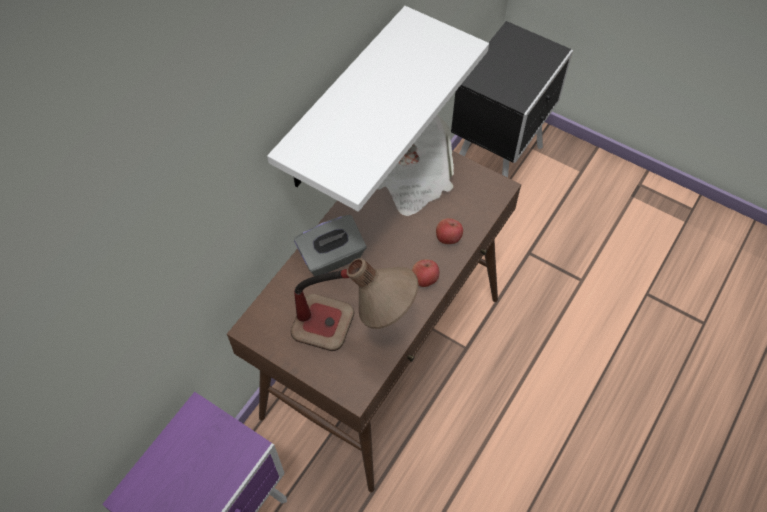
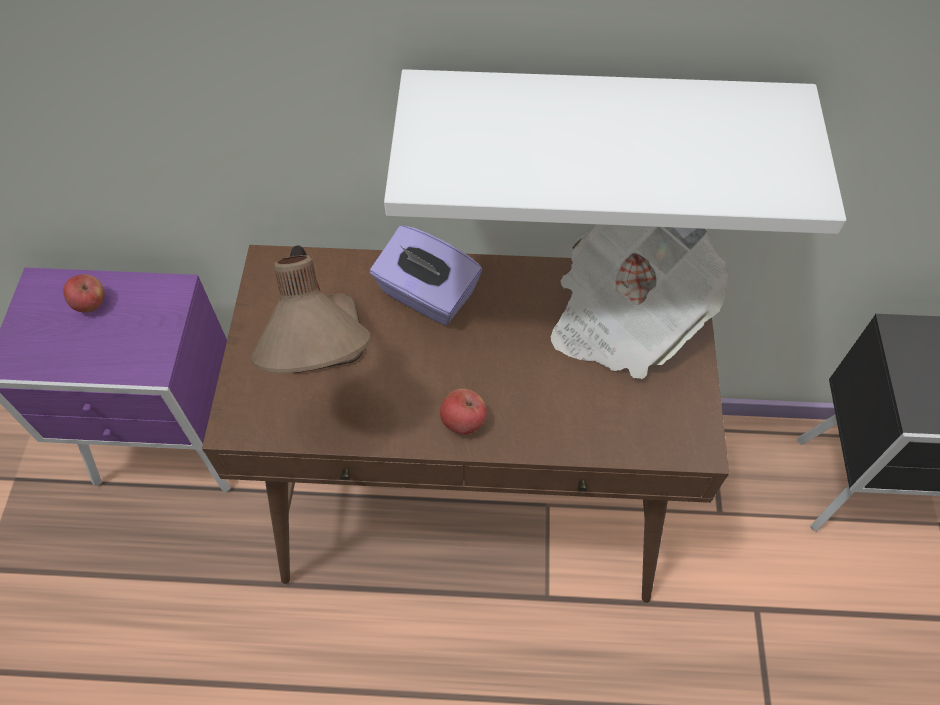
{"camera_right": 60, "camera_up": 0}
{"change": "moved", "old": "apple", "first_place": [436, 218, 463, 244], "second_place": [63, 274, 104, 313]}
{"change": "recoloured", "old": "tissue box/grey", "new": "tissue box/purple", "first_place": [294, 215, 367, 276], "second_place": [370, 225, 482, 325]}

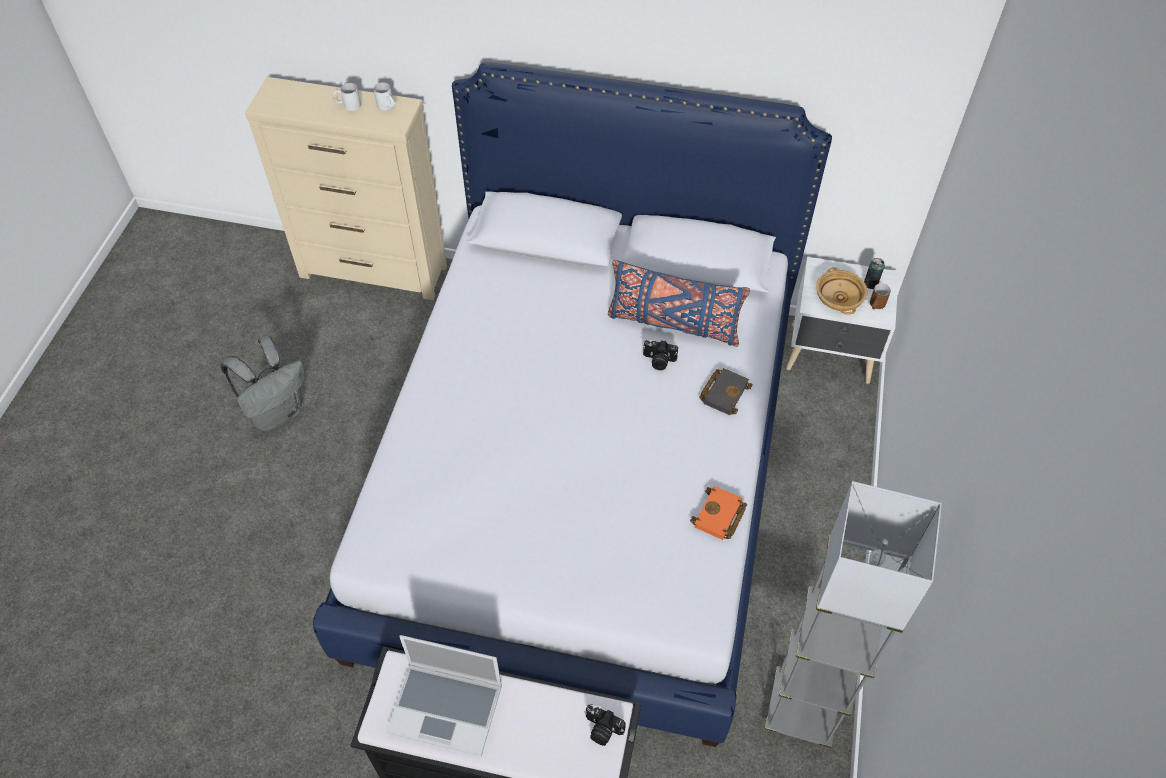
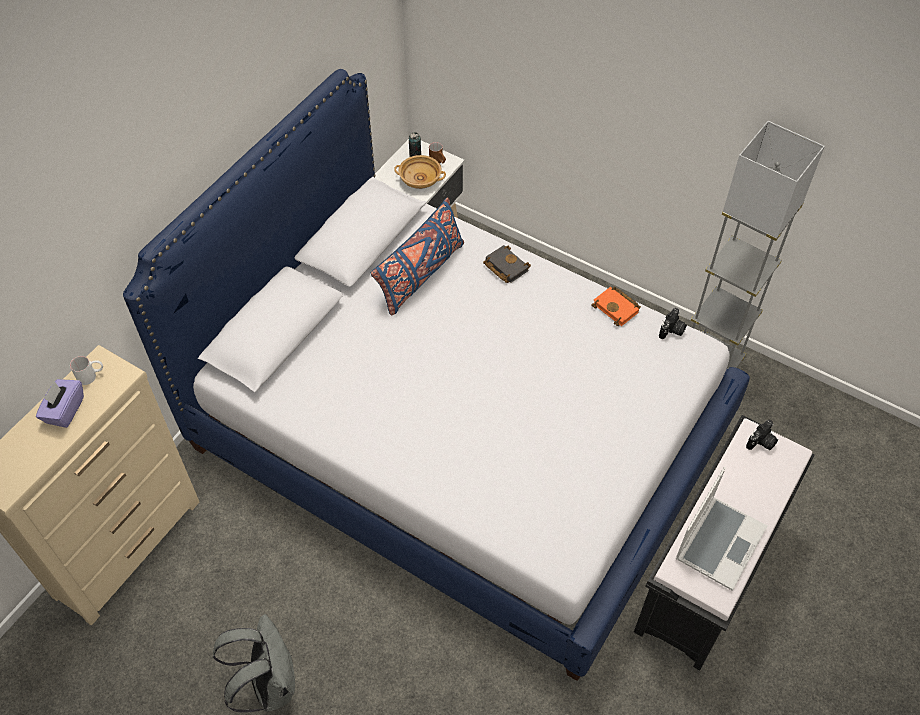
{"camera_right": -70, "camera_up": 0}
{"change": "replaced", "old": "mug/white", "new": "tissue box/purple", "first_place": [333, 83, 361, 111], "second_place": [36, 379, 84, 428]}
{"change": "moved", "old": "photo camera", "first_place": [643, 340, 678, 370], "second_place": [659, 308, 687, 339]}

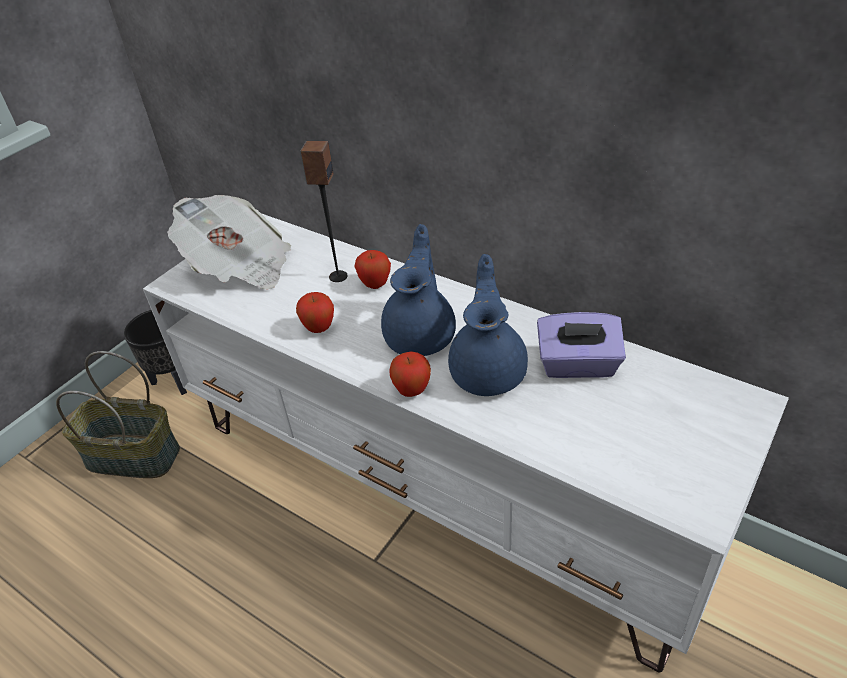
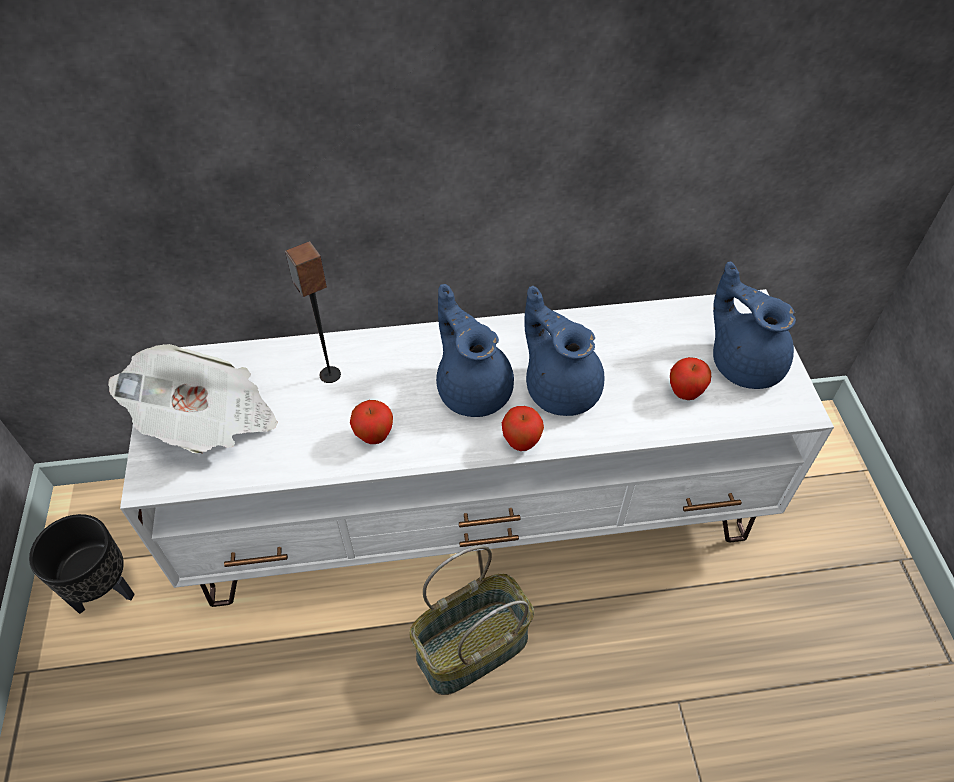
{"camera_right": -45, "camera_up": 10}
{"change": "moved", "old": "basket", "first_place": [56, 351, 180, 478], "second_place": [409, 546, 534, 695]}
{"change": "moved", "old": "apple", "first_place": [354, 250, 391, 289], "second_place": [670, 357, 711, 400]}
{"change": "added", "new": "teapot/blue", "second_place": [713, 261, 796, 389]}
{"change": "removed", "old": "tissue box/purple", "first_place": [537, 312, 626, 378]}

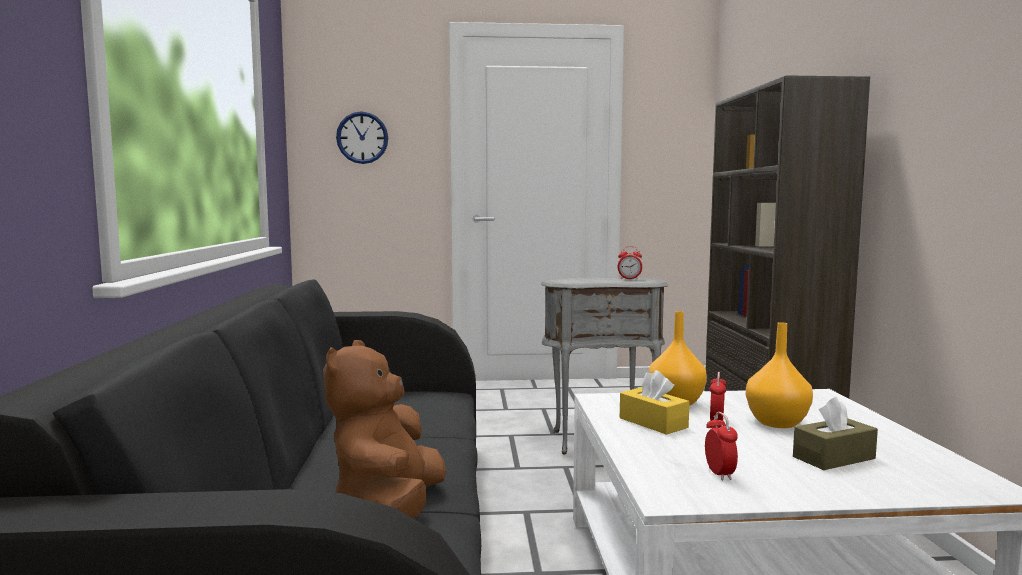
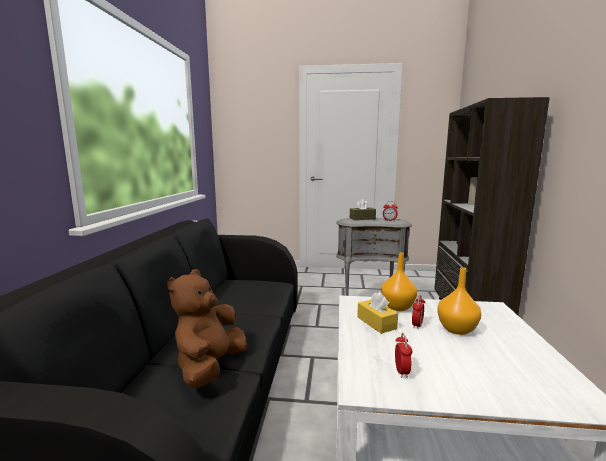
{"camera_right": 10, "camera_up": 5}
{"change": "moved", "old": "tissue box/brown", "first_place": [793, 397, 878, 470], "second_place": [350, 199, 376, 220]}
{"change": "removed", "old": "wall clock", "first_place": [336, 111, 388, 164]}

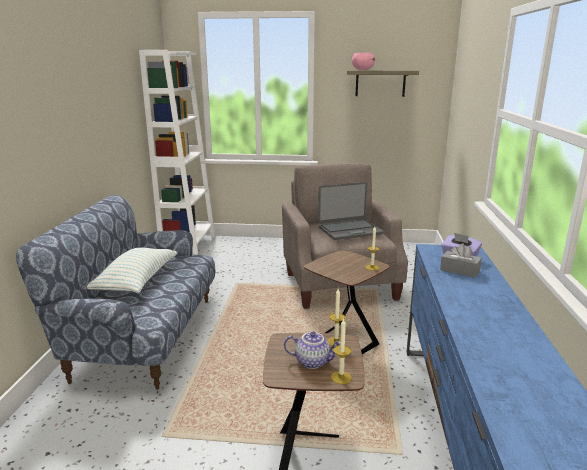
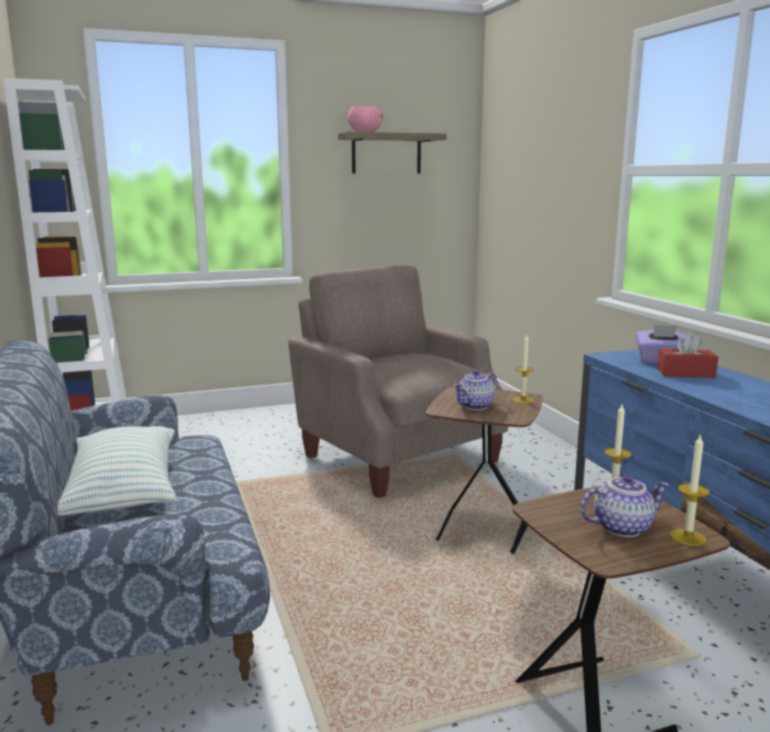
{"camera_right": -25, "camera_up": -5}
{"change": "added", "new": "teapot", "second_place": [454, 370, 498, 410]}
{"change": "recoloured", "old": "tissue box/grey", "new": "tissue box/red", "first_place": [440, 243, 482, 278], "second_place": [657, 332, 718, 378]}
{"change": "removed", "old": "laptop", "first_place": [318, 182, 384, 240]}

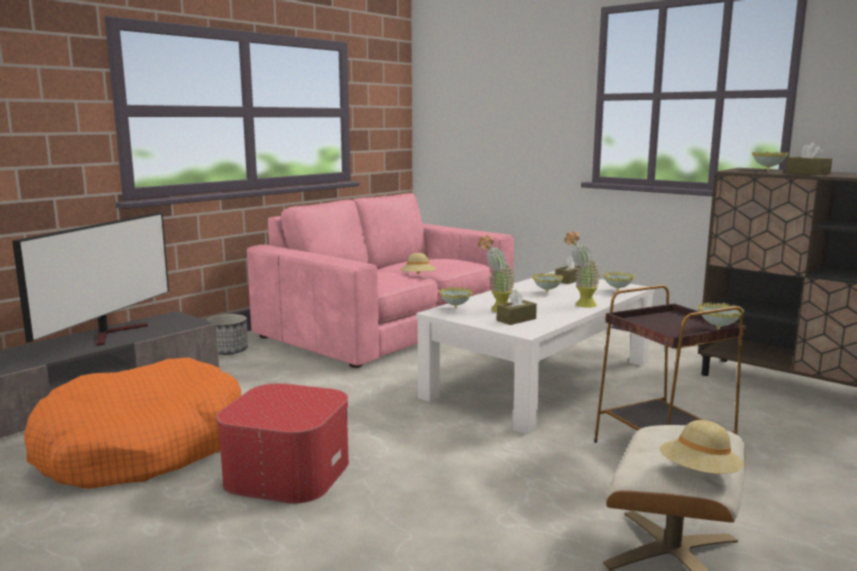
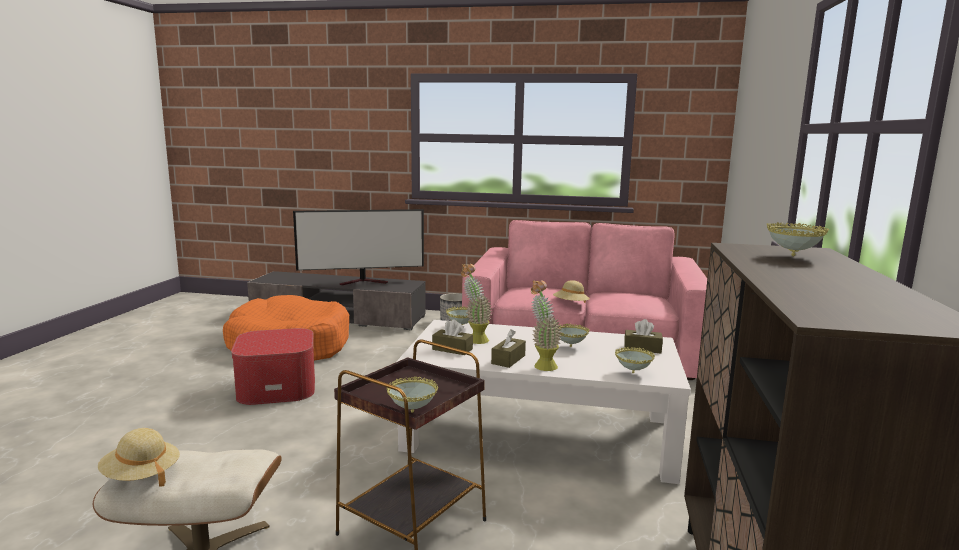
{"camera_right": 60, "camera_up": 0}
{"change": "moved", "old": "tissue box/brown", "first_place": [786, 142, 832, 175], "second_place": [491, 329, 526, 368]}

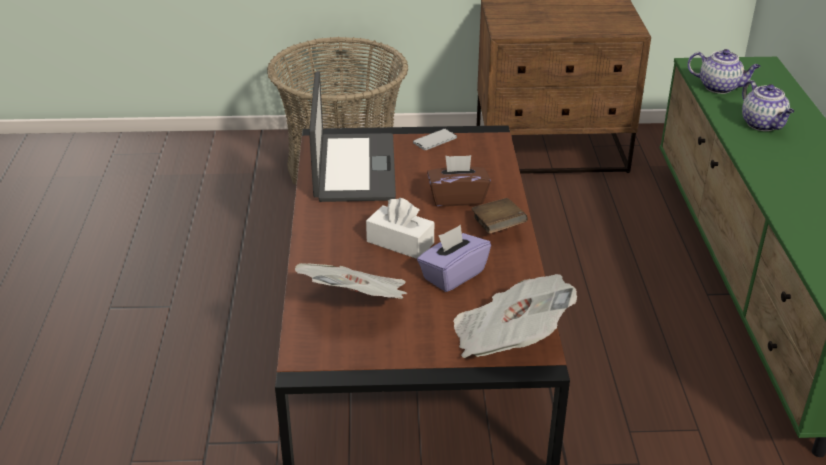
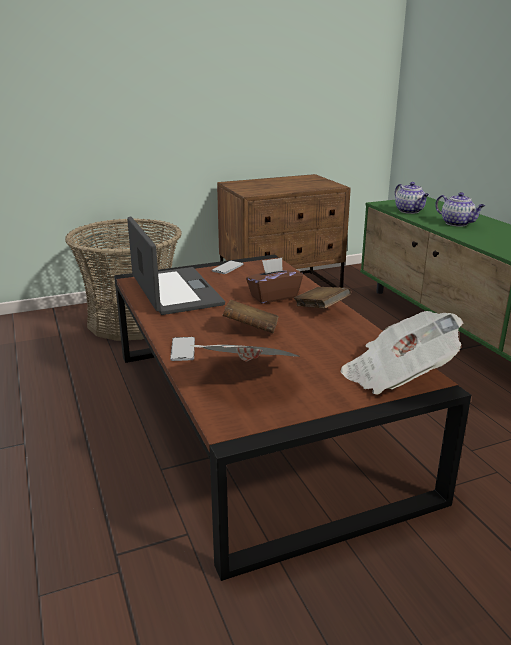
{"camera_right": -20, "camera_up": -10}
{"change": "added", "new": "phone", "second_place": [170, 337, 195, 361]}
{"change": "replaced", "old": "tissue box/white", "new": "book/brown", "first_place": [366, 198, 434, 259], "second_place": [223, 300, 279, 333]}
{"change": "turned", "old": "teapot", "first_place": [687, 49, 761, 94], "second_place": [395, 182, 429, 214], "degrees": 60}
{"change": "removed", "old": "tissue box/purple", "first_place": [417, 225, 491, 292]}

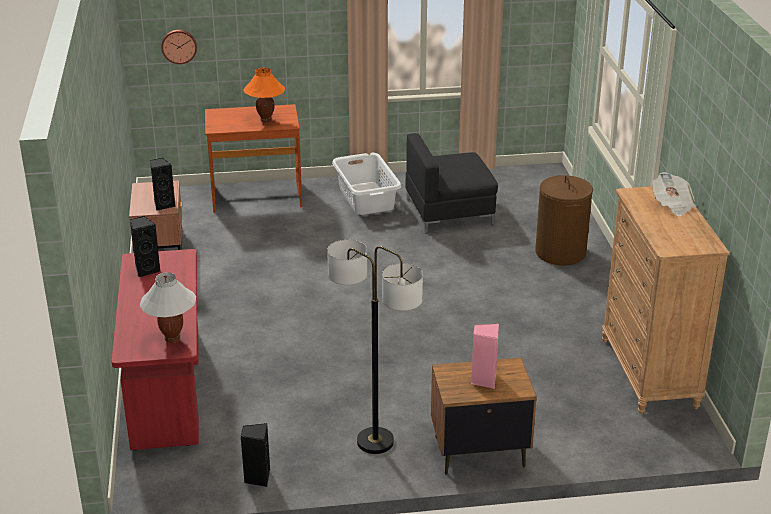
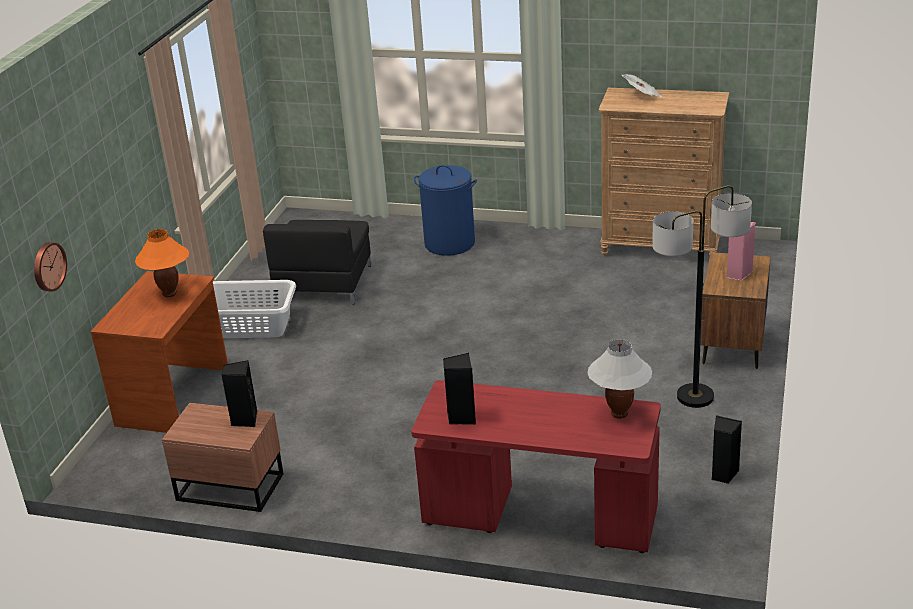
{"camera_right": -65, "camera_up": 0}
{"change": "recoloured", "old": "laundry basket/brown", "new": "laundry basket/blue", "first_place": [535, 175, 593, 265], "second_place": [414, 165, 477, 256]}

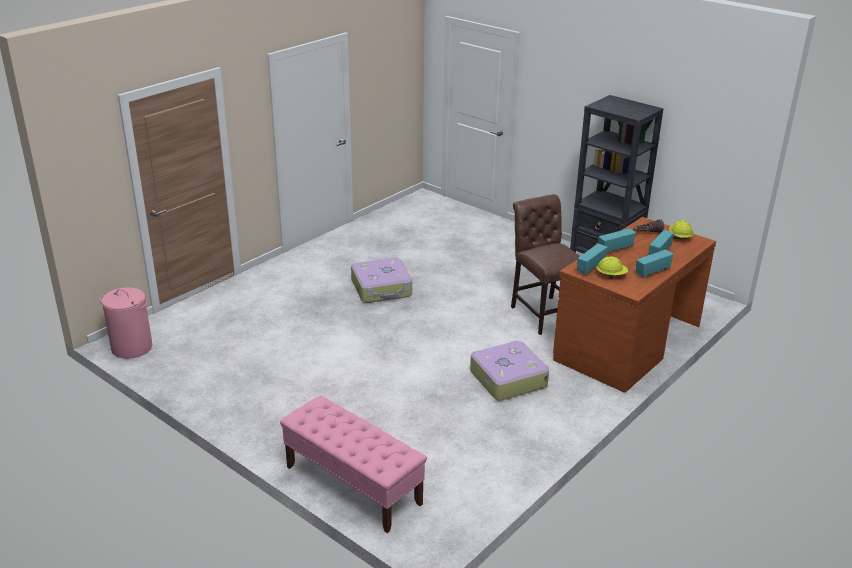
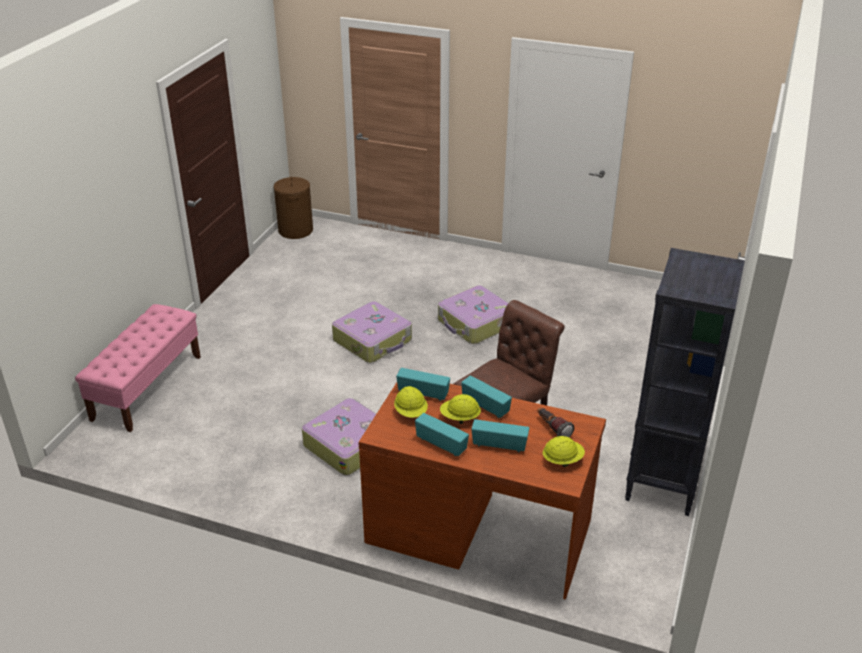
{"camera_right": 70, "camera_up": 5}
{"change": "recoloured", "old": "laundry basket/pink", "new": "laundry basket/brown", "first_place": [100, 287, 152, 359], "second_place": [273, 177, 313, 239]}
{"change": "added", "new": "suitcase", "second_place": [332, 301, 412, 363]}
{"change": "added", "new": "hard hat/yellow", "second_place": [440, 394, 481, 424]}

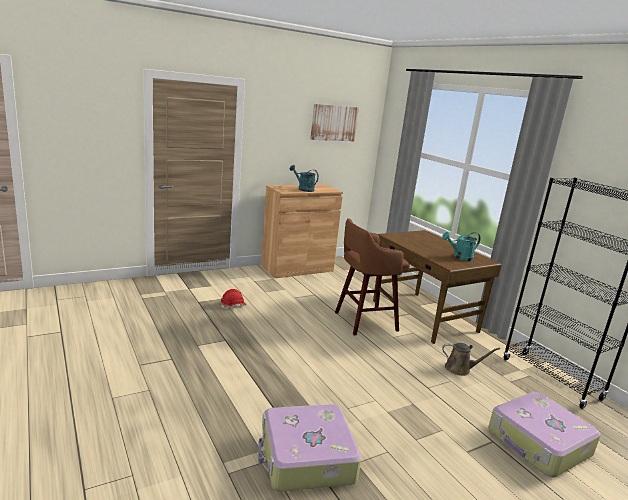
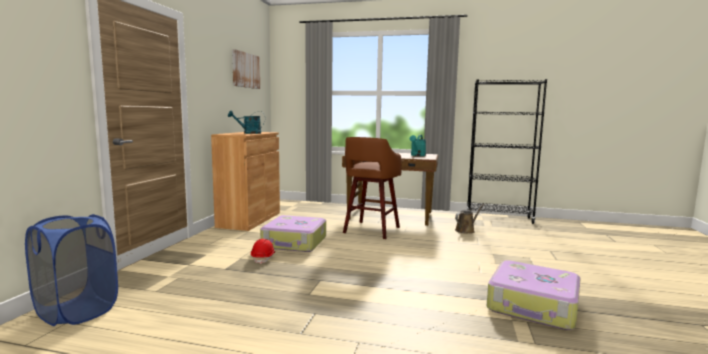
{"camera_right": -45, "camera_up": -10}
{"change": "added", "new": "laundry basket/blue", "second_place": [25, 214, 118, 326]}
{"change": "moved", "old": "suitcase", "first_place": [488, 392, 601, 478], "second_place": [260, 215, 326, 252]}

